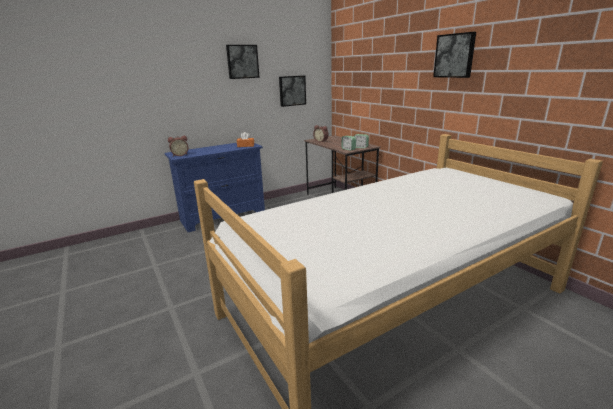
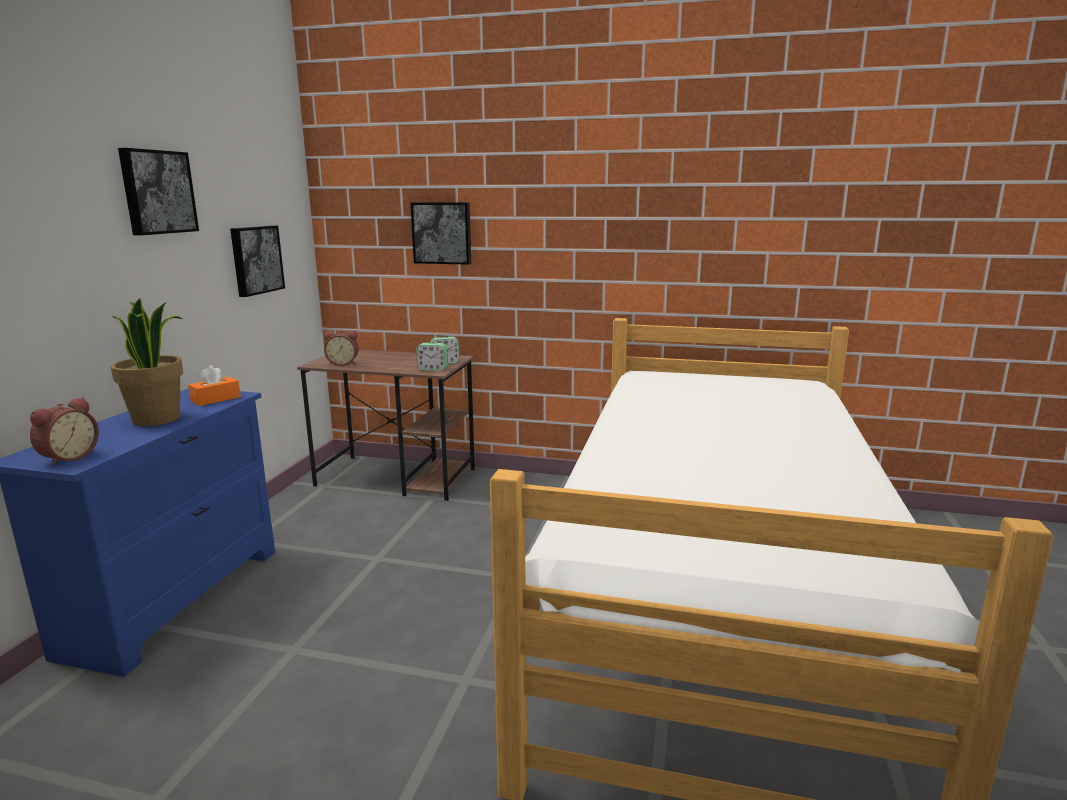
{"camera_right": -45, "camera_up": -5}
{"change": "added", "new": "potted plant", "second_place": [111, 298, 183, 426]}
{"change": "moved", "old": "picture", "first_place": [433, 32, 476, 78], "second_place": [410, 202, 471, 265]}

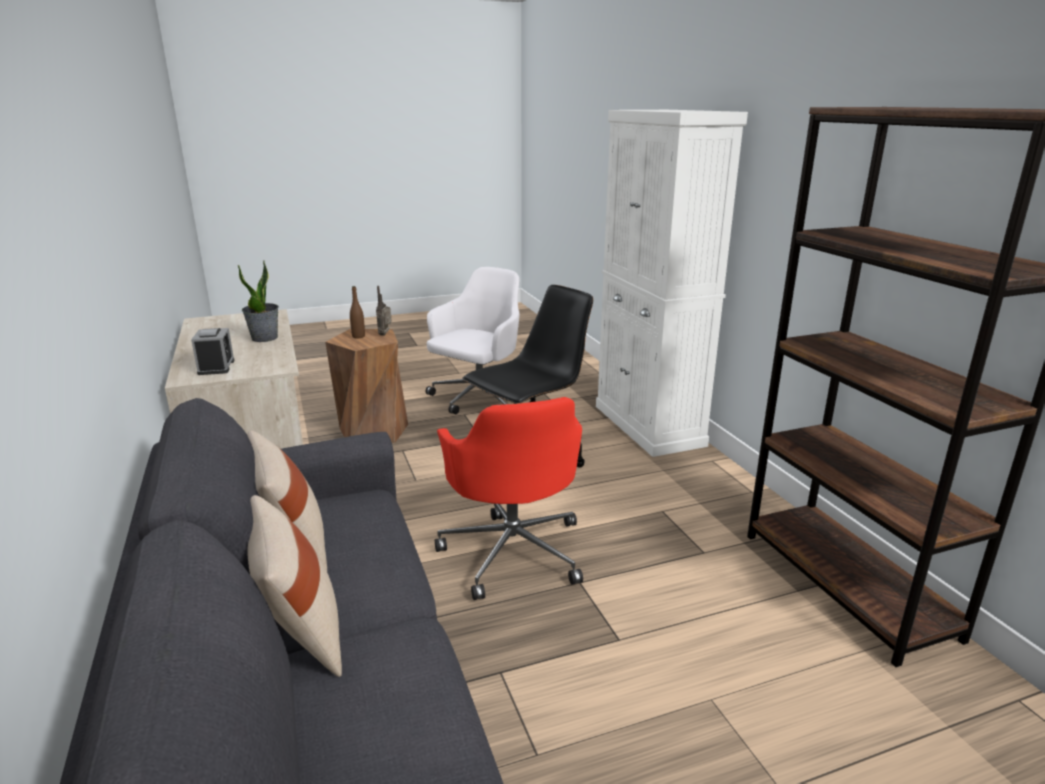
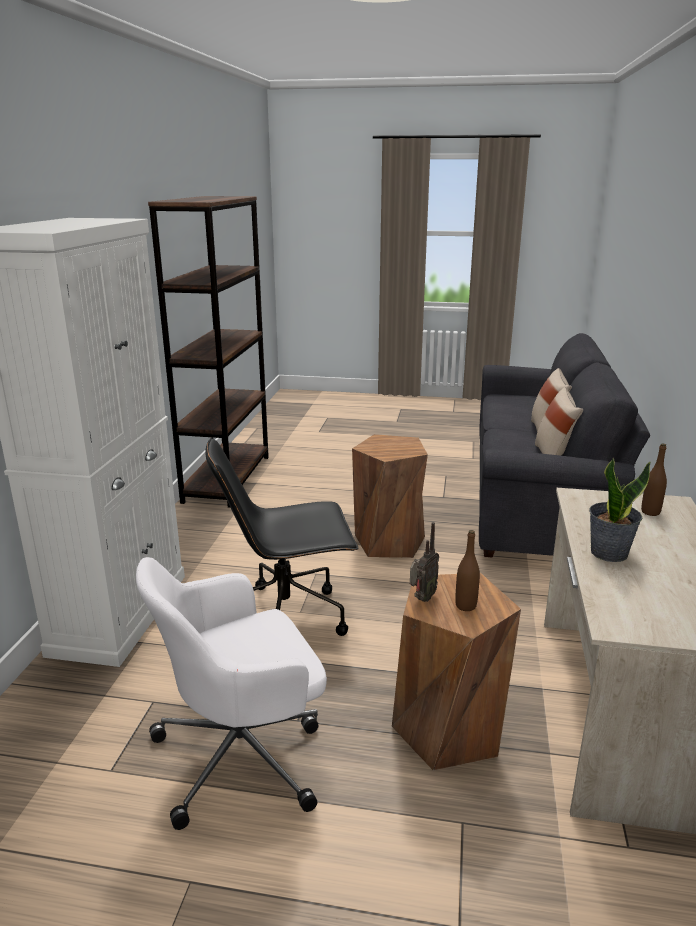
{"camera_right": -150, "camera_up": 0}
{"change": "replaced", "old": "office chair/red", "new": "stool/brown", "first_place": [435, 397, 583, 600], "second_place": [352, 434, 428, 558]}
{"change": "replaced", "old": "alarm clock", "new": "bottle/brown", "first_place": [191, 328, 234, 375], "second_place": [641, 443, 667, 516]}

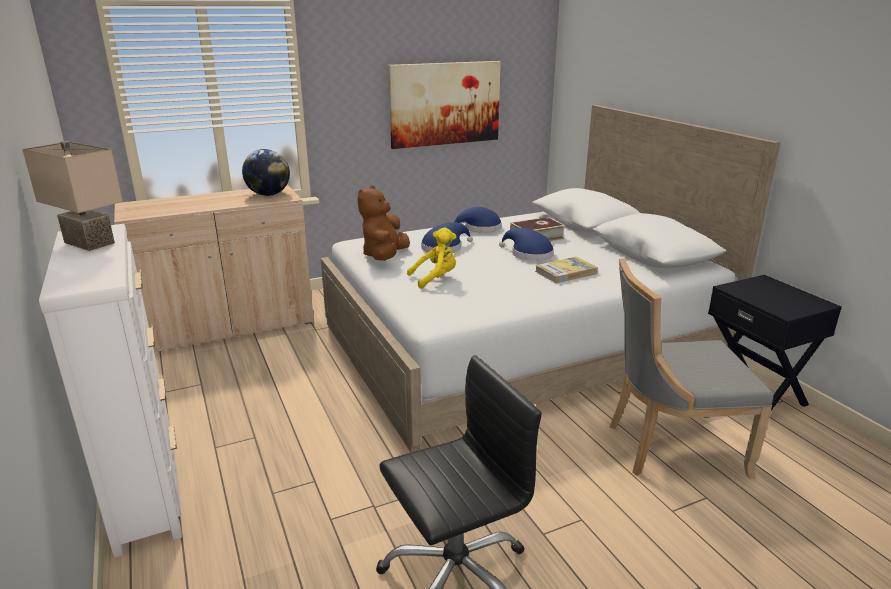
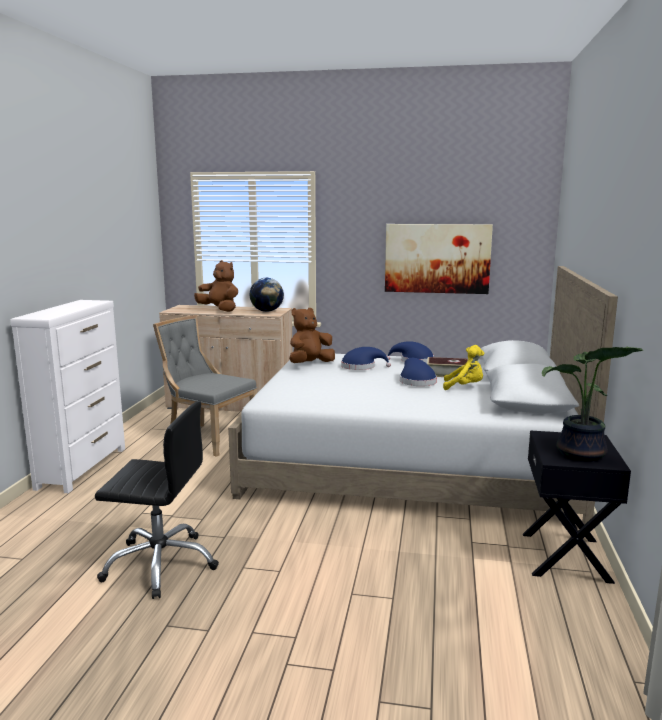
{"camera_right": 35, "camera_up": -10}
{"change": "moved", "old": "chair/grey", "first_place": [609, 258, 773, 479], "second_place": [153, 315, 257, 457]}
{"change": "added", "new": "plush toy/brown", "second_place": [194, 260, 238, 312]}
{"change": "moved", "old": "plush toy/yellow", "first_place": [407, 228, 456, 289], "second_place": [443, 345, 484, 390]}
{"change": "added", "new": "potted plant", "second_place": [542, 347, 643, 461]}
{"change": "removed", "old": "table lamp/beige", "first_place": [22, 141, 123, 251]}
{"change": "removed", "old": "book", "first_place": [535, 257, 598, 283]}

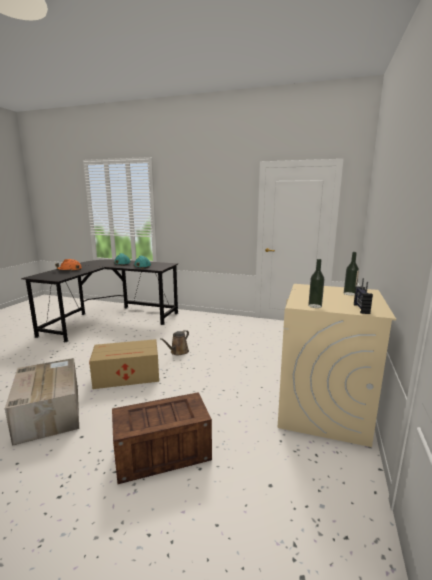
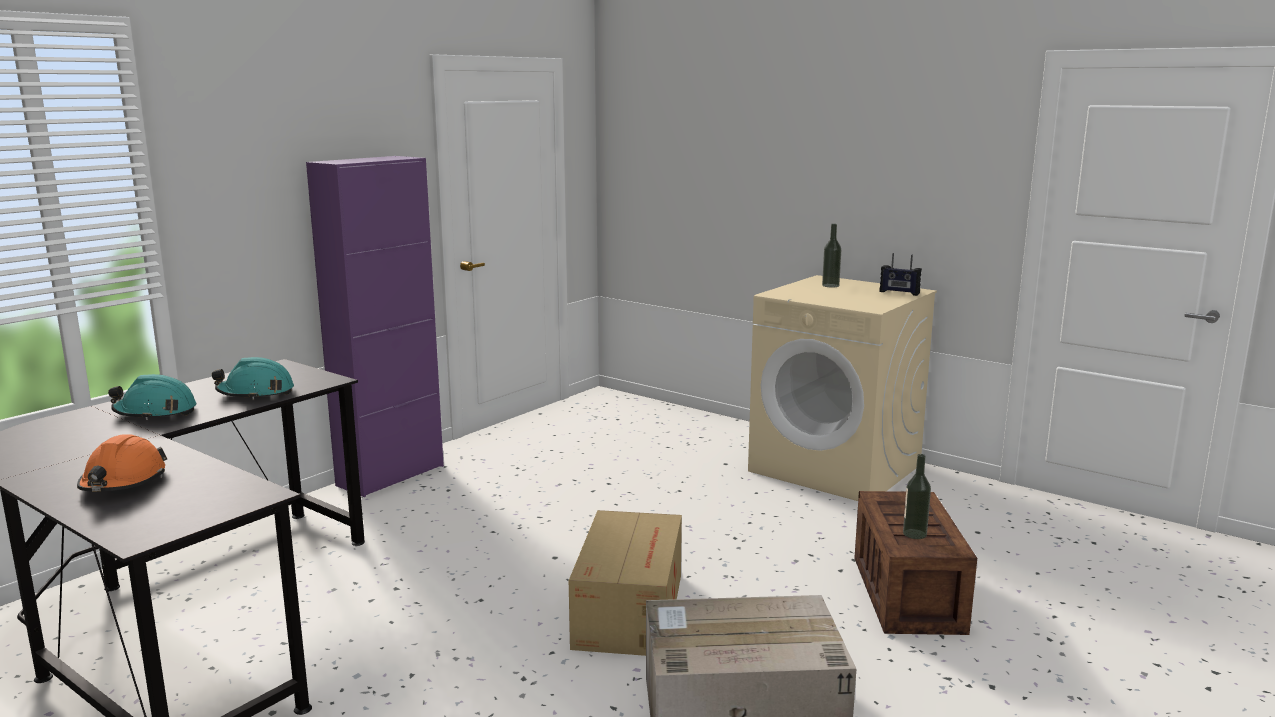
{"camera_right": -70, "camera_up": 0}
{"change": "added", "new": "cabinet/purple", "second_place": [306, 156, 444, 497]}
{"change": "moved", "old": "bottle", "first_place": [308, 259, 324, 308], "second_place": [903, 454, 931, 539]}
{"change": "removed", "old": "watering can/brown", "first_place": [160, 330, 189, 355]}

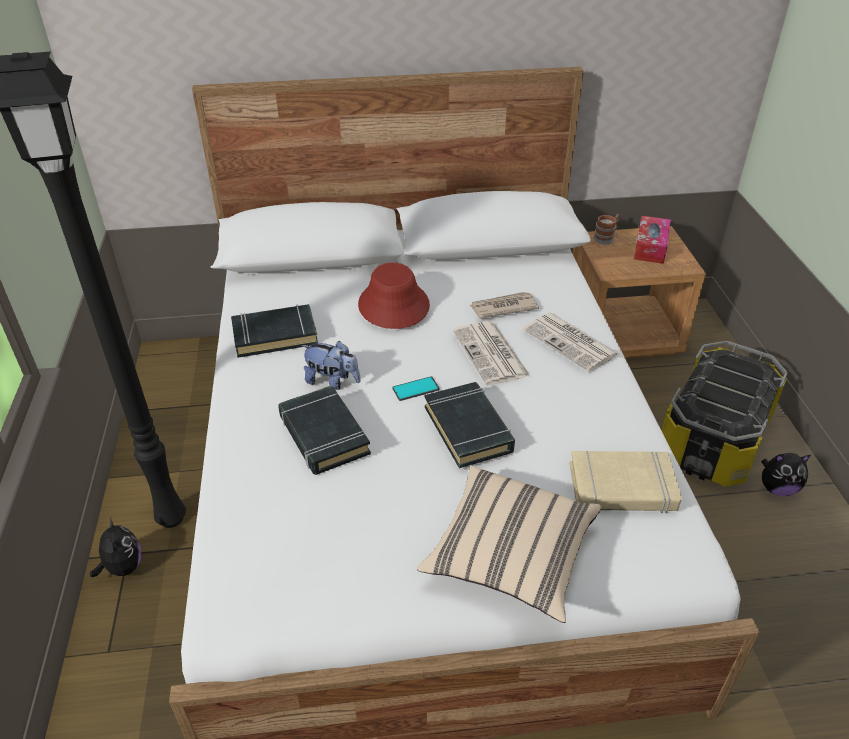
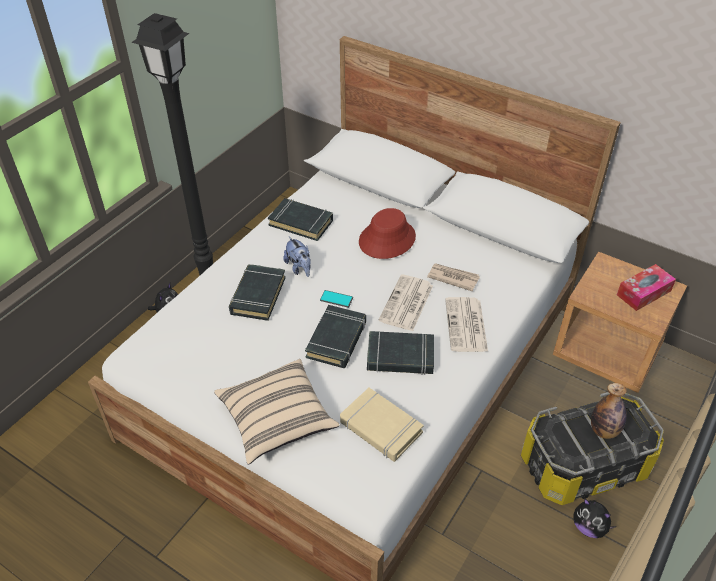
{"camera_right": 40, "camera_up": 5}
{"change": "added", "new": "book/black", "second_place": [367, 331, 434, 375]}
{"change": "added", "new": "bottle", "second_place": [591, 383, 627, 439]}
{"change": "removed", "old": "mug", "first_place": [593, 214, 619, 244]}

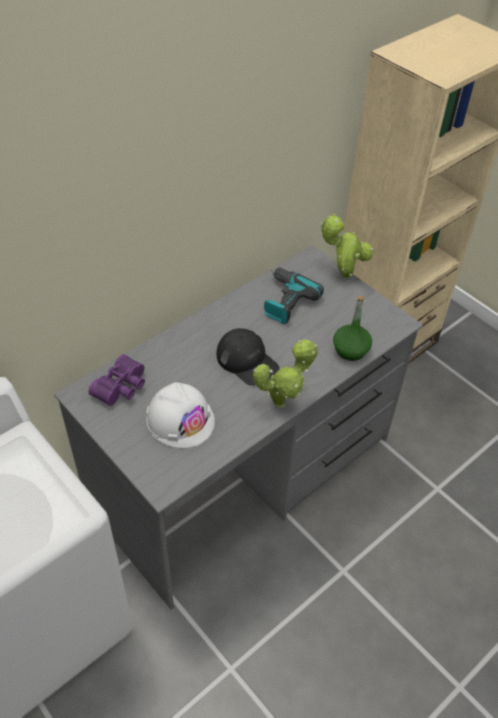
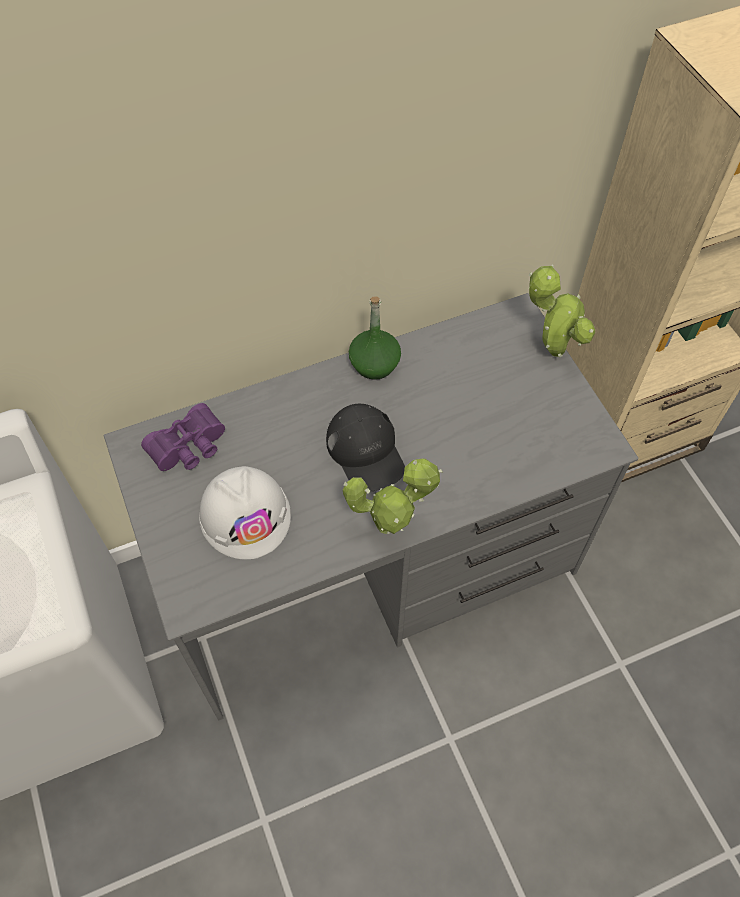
{"camera_right": 20, "camera_up": 10}
{"change": "moved", "old": "bottle/green", "first_place": [333, 296, 372, 361], "second_place": [349, 297, 401, 380]}
{"change": "removed", "old": "power drill", "first_place": [264, 267, 324, 324]}

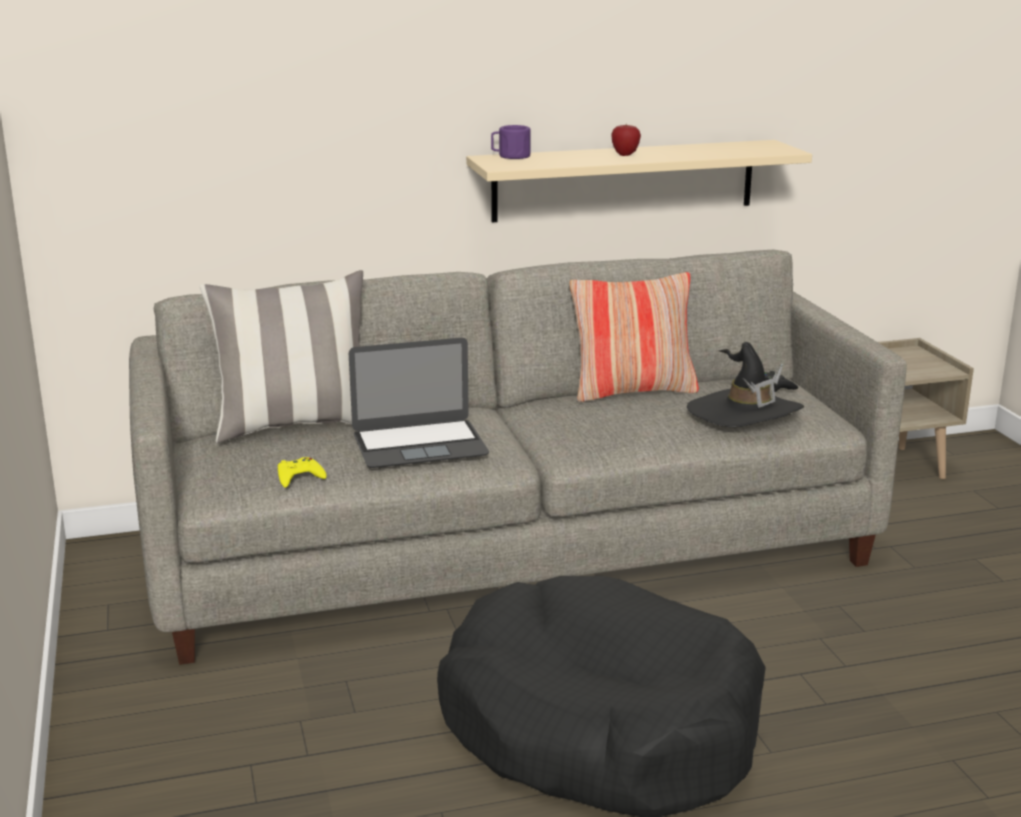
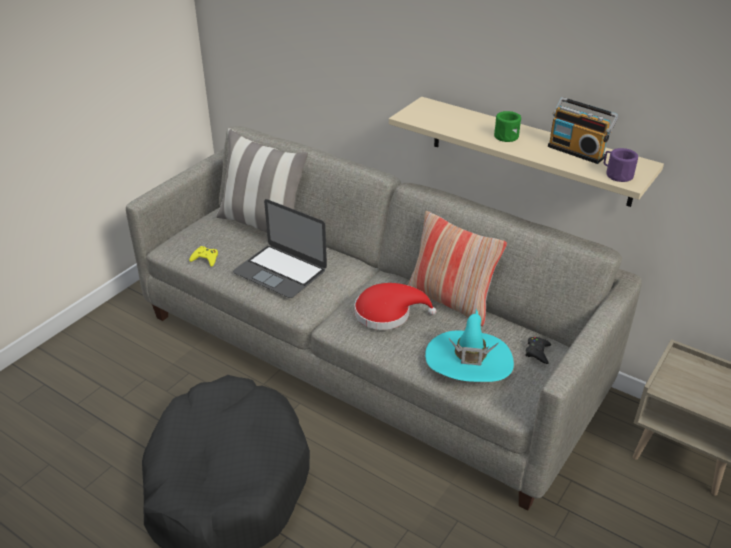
{"camera_right": 50, "camera_up": 15}
{"change": "added", "new": "hat/red", "second_place": [354, 283, 436, 330]}
{"change": "recoloured", "old": "hat/black", "new": "hat/turquoise", "first_place": [687, 342, 805, 427], "second_place": [425, 309, 514, 382]}
{"change": "replaced", "old": "apple", "new": "mug/green", "first_place": [611, 124, 641, 156], "second_place": [494, 111, 521, 142]}
{"change": "added", "new": "radio", "second_place": [548, 97, 619, 164]}
{"change": "moved", "old": "mug/purple", "first_place": [491, 125, 531, 159], "second_place": [604, 148, 638, 182]}

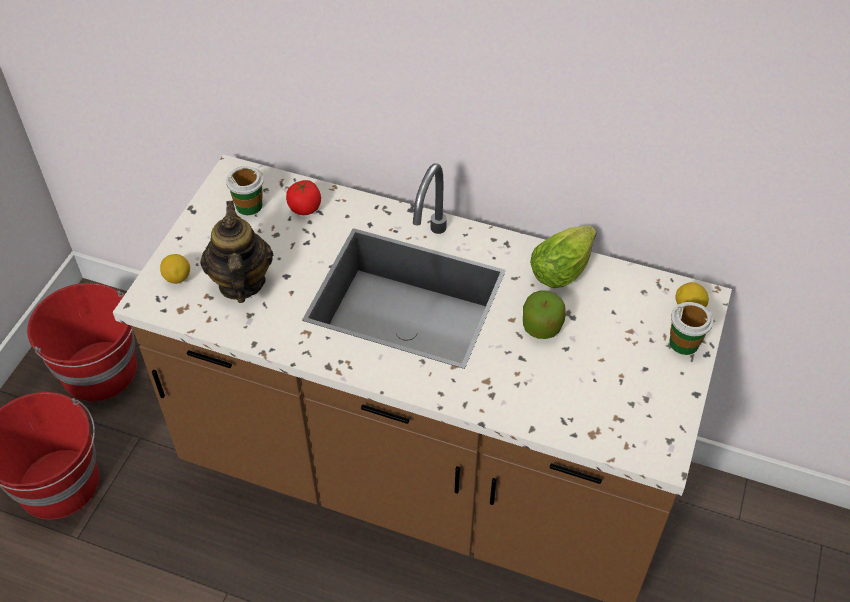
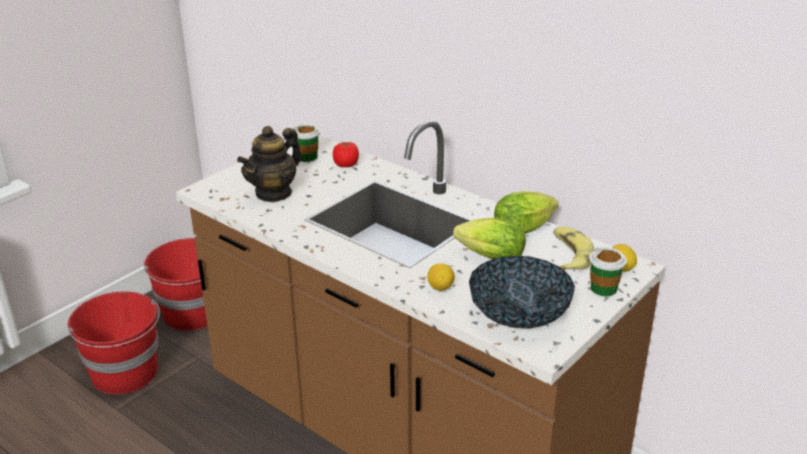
{"camera_right": 20, "camera_up": -20}
{"change": "turned", "old": "teapot", "first_place": [200, 201, 273, 303], "second_place": [237, 126, 302, 202], "degrees": -150}
{"change": "moved", "old": "lemon", "first_place": [160, 254, 190, 284], "second_place": [427, 263, 455, 291]}
{"change": "replaced", "old": "apple", "new": "lettuce", "first_place": [523, 291, 566, 339], "second_place": [453, 218, 526, 259]}
{"change": "added", "new": "bowl", "second_place": [469, 256, 575, 329]}
{"change": "added", "new": "banana", "second_place": [553, 227, 594, 270]}

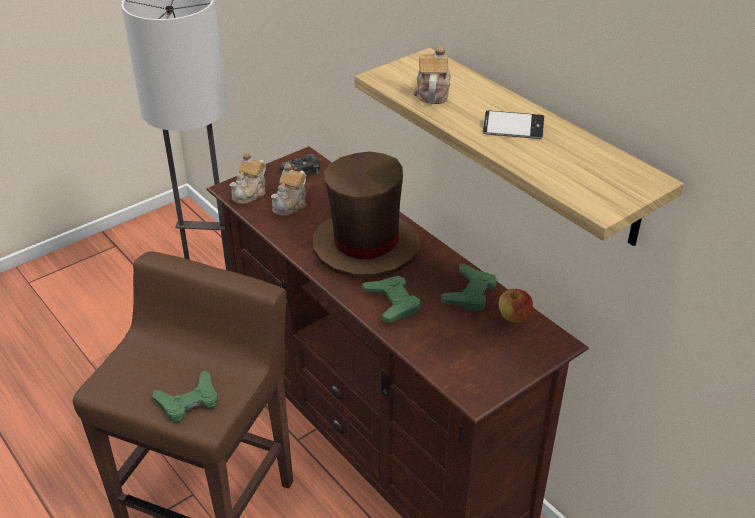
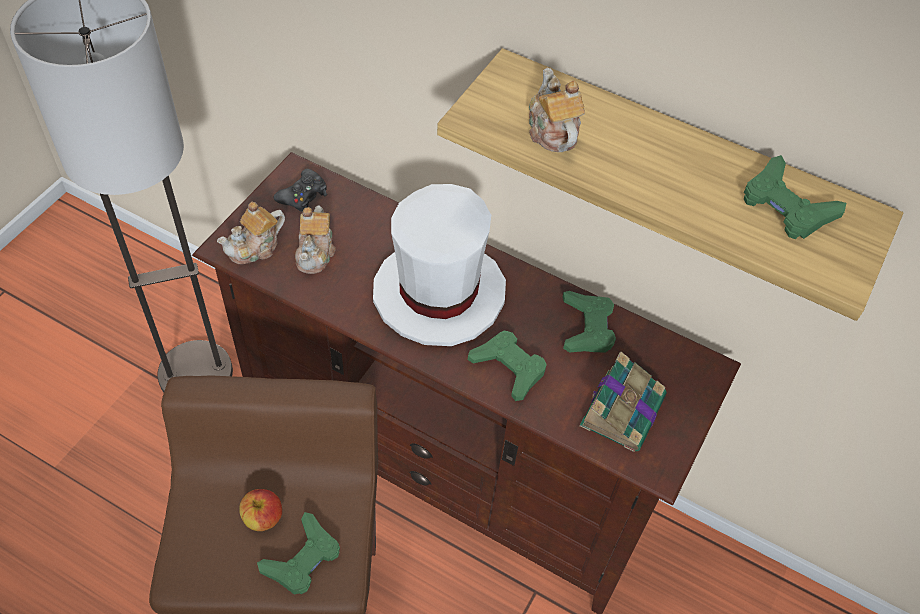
{"camera_right": -25, "camera_up": 15}
{"change": "turned", "old": "teapot", "first_place": [230, 152, 266, 204], "second_place": [217, 202, 285, 264], "degrees": 45}
{"change": "moved", "old": "apple", "first_place": [499, 289, 533, 322], "second_place": [239, 489, 282, 531]}
{"change": "recoloured", "old": "hat/brown", "new": "hat/white", "first_place": [313, 151, 420, 278], "second_place": [373, 184, 506, 346]}
{"change": "added", "new": "book", "second_place": [579, 352, 667, 452]}
{"change": "added", "new": "game controller/green", "second_place": [744, 155, 846, 239]}
{"change": "removed", "old": "phone", "first_place": [483, 110, 544, 139]}

